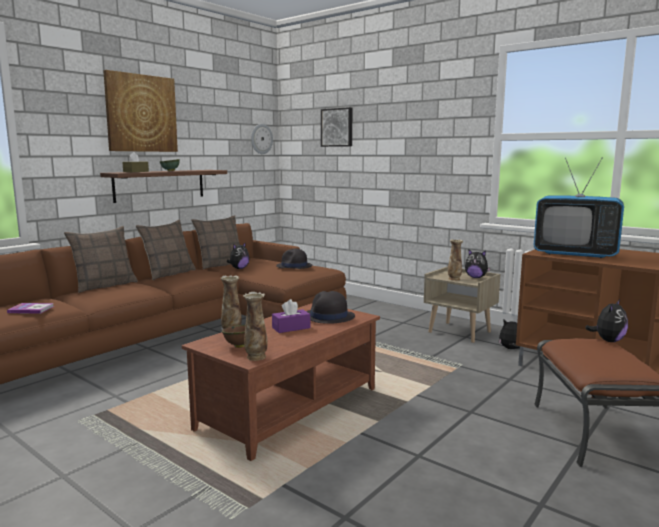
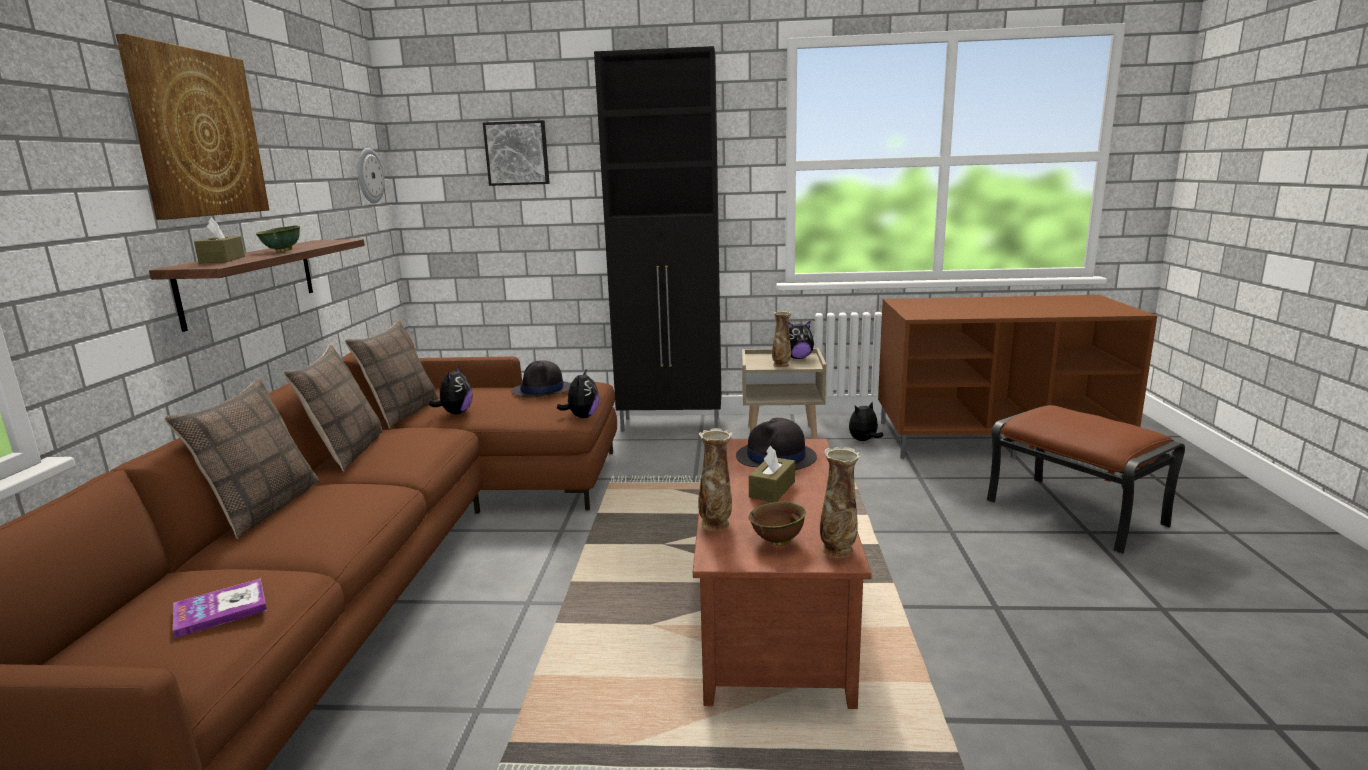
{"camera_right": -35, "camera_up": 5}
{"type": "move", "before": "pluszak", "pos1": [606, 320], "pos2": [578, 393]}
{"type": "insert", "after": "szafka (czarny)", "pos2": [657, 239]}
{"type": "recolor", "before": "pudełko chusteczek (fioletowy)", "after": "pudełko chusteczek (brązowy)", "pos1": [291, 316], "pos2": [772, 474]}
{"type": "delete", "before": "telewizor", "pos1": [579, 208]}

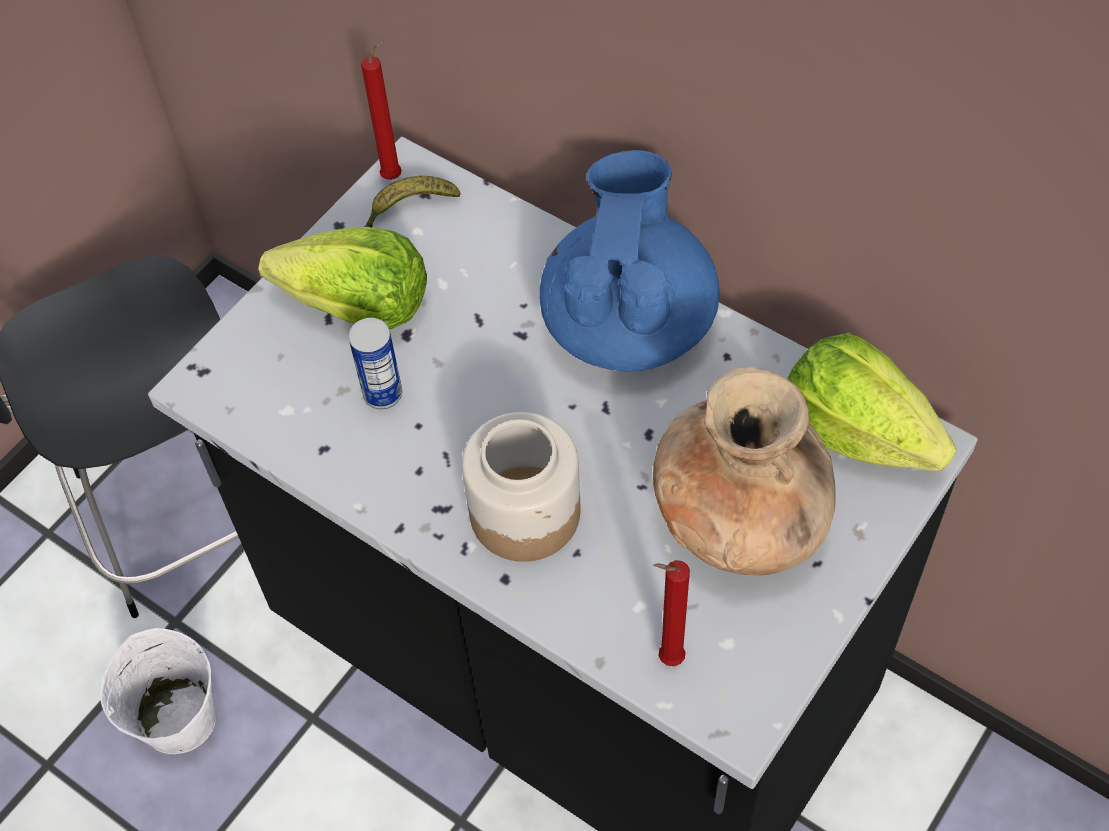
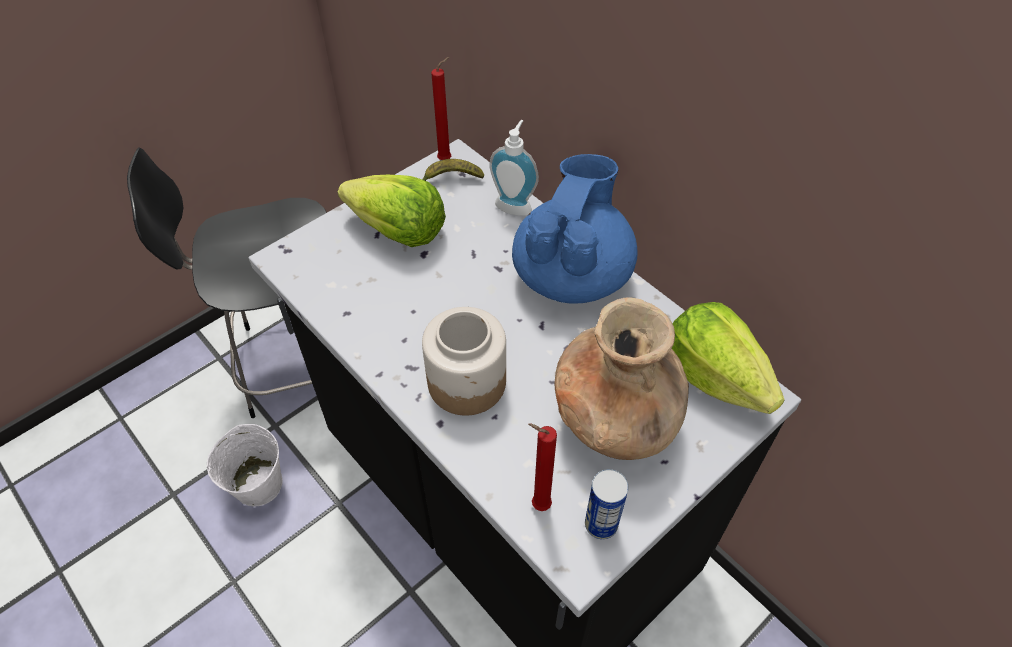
{"camera_right": 10, "camera_up": -5}
{"type": "insert", "after": "dozownik mydła", "pos2": [514, 168]}
{"type": "move", "before": "puszka", "pos1": [375, 363], "pos2": [607, 504]}

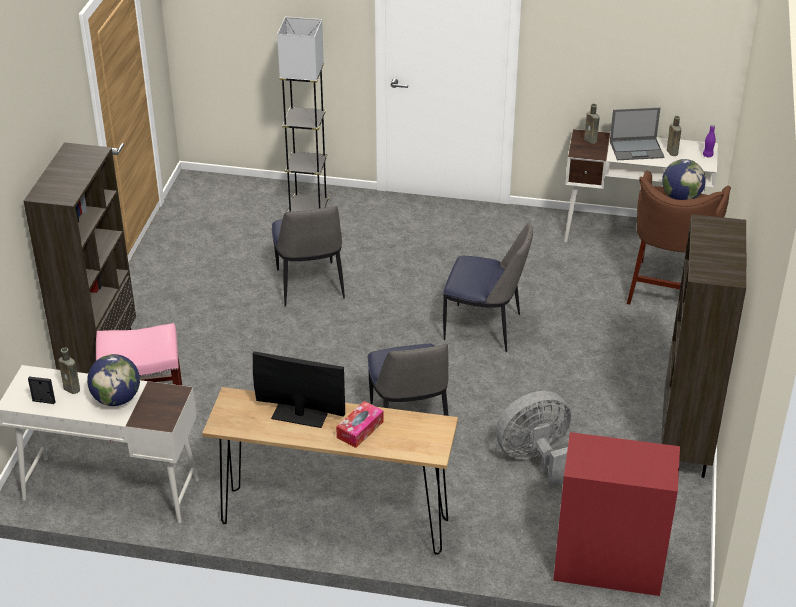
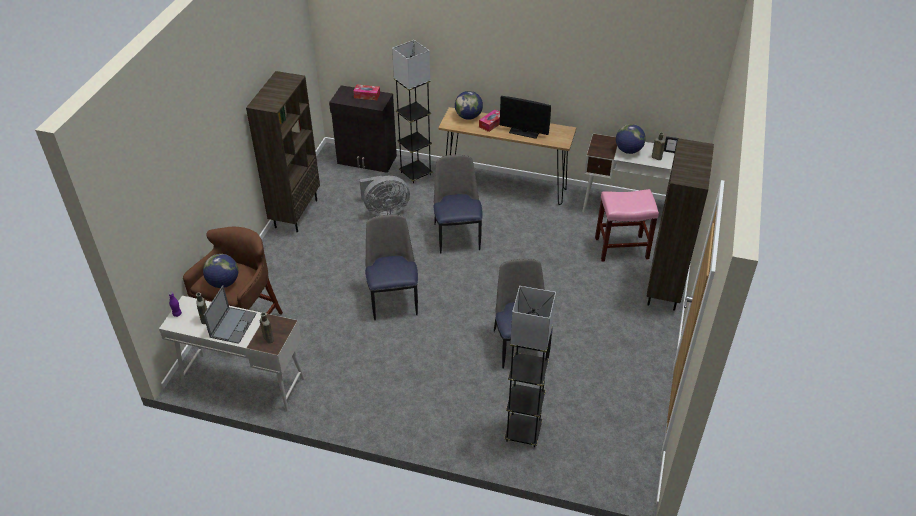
{"camera_right": -175, "camera_up": 5}
{"type": "rotate", "before": "laptop", "pos1": [637, 134], "pos2": [230, 314], "turn": 105}
{"type": "recolor", "before": "szafka (czerwony)", "after": "szafka (czarny)", "pos1": [616, 514], "pos2": [363, 129]}
{"type": "insert", "after": "pudełko chusteczek", "pos2": [366, 92]}
{"type": "rotate", "before": "krzesło", "pos1": [488, 287], "pos2": [391, 267], "turn": 60}
{"type": "insert", "after": "lampa stojąca (szary)", "pos2": [412, 111]}
{"type": "insert", "after": "globus", "pos2": [469, 105]}

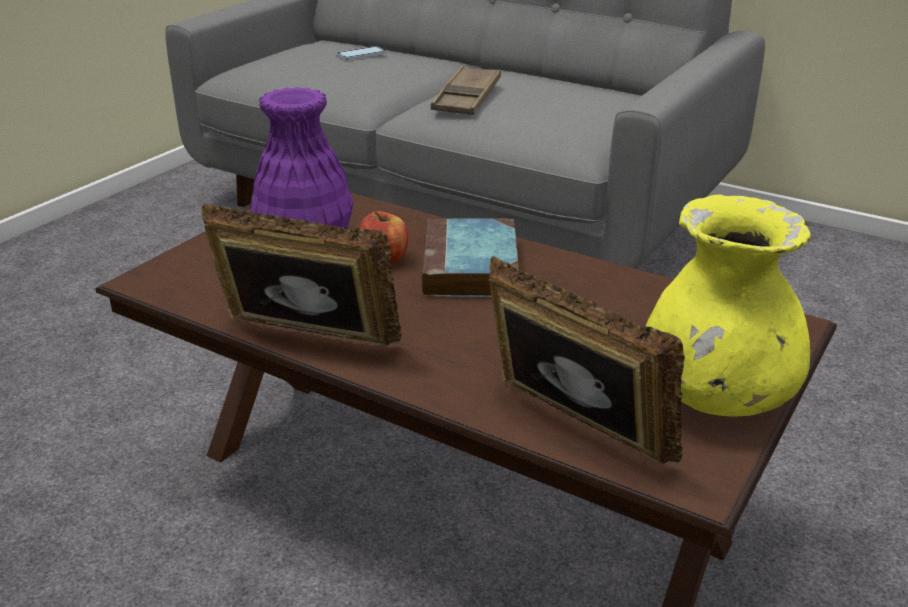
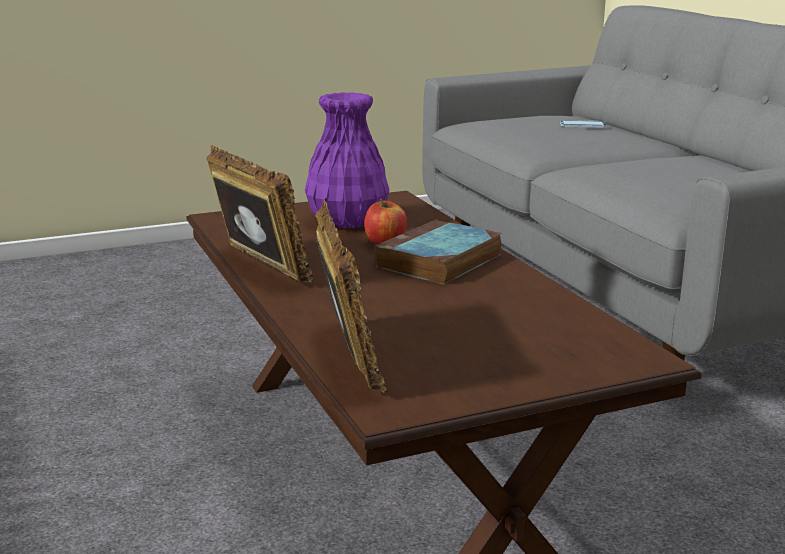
{"camera_right": 35, "camera_up": -10}
{"type": "delete", "before": "taca (brązowy)", "pos1": [466, 90]}
{"type": "delete", "before": "wazon (żółty)", "pos1": [728, 306]}

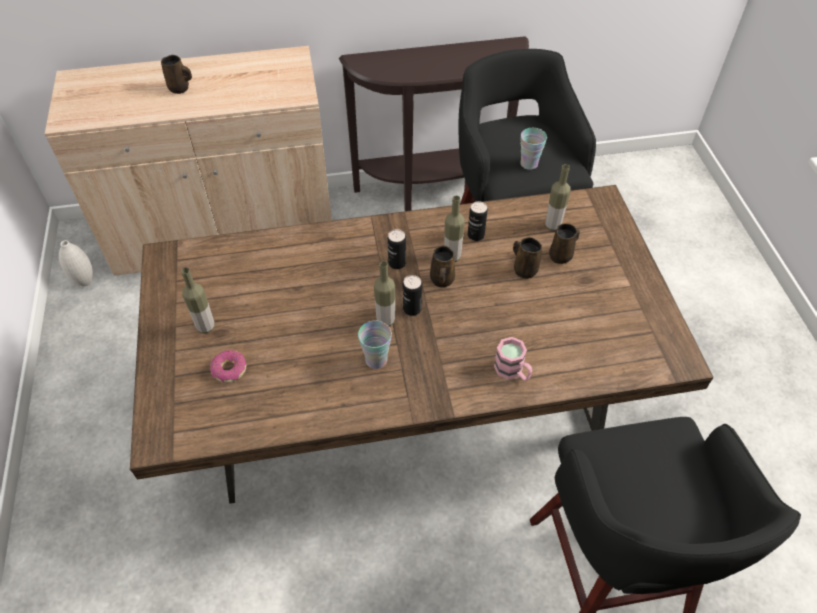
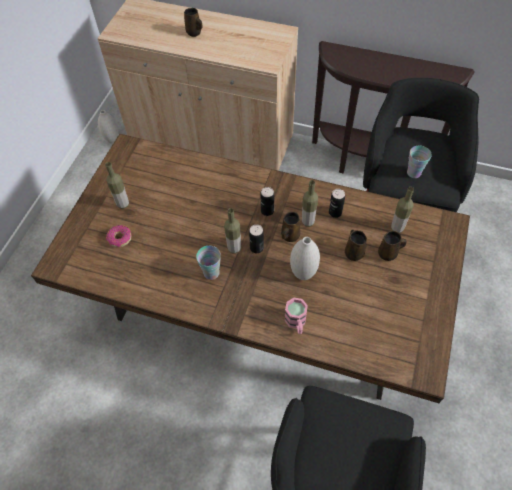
{"camera_right": 30, "camera_up": 5}
{"type": "insert", "after": "wazon (biały)", "pos2": [305, 258]}

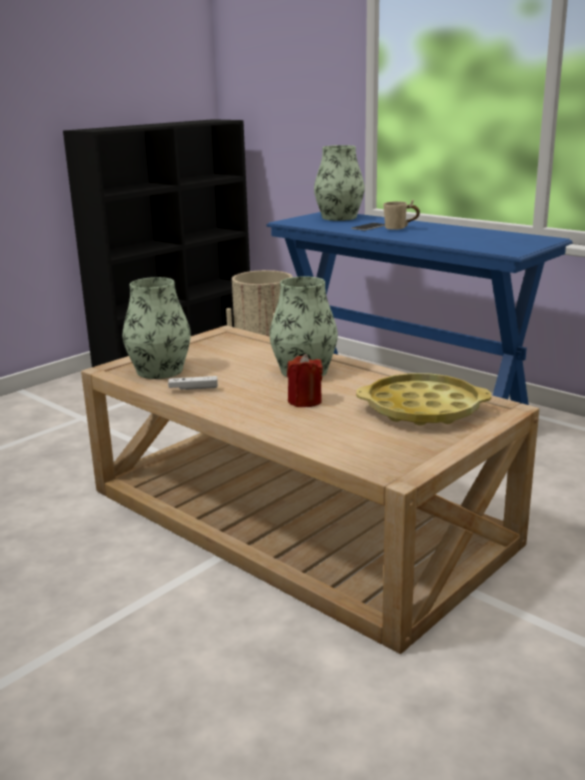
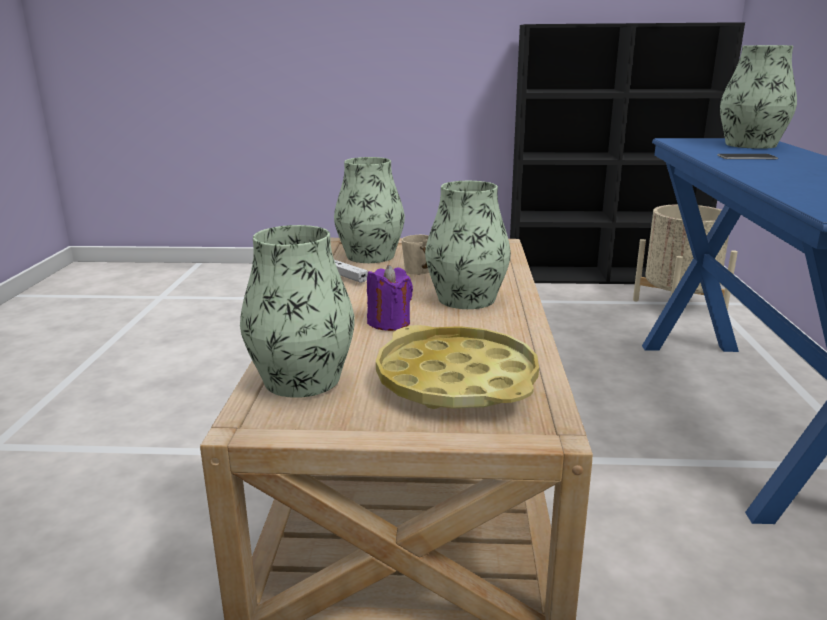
{"camera_right": 50, "camera_up": 0}
{"type": "insert", "after": "wazon", "pos2": [297, 311]}
{"type": "recolor", "before": "świeca (czerwony)", "after": "świeca (fioletowy)", "pos1": [305, 380], "pos2": [390, 298]}
{"type": "move", "before": "kubek (beżowy)", "pos1": [401, 215], "pos2": [415, 255]}

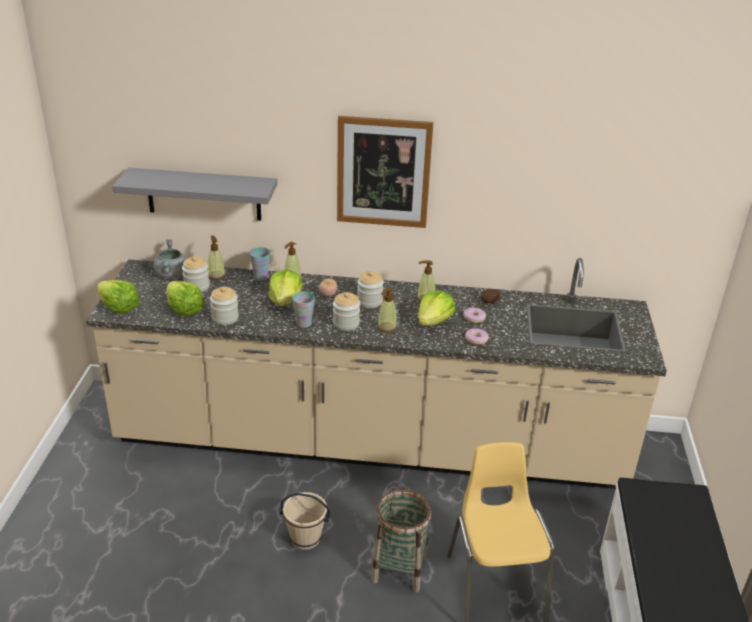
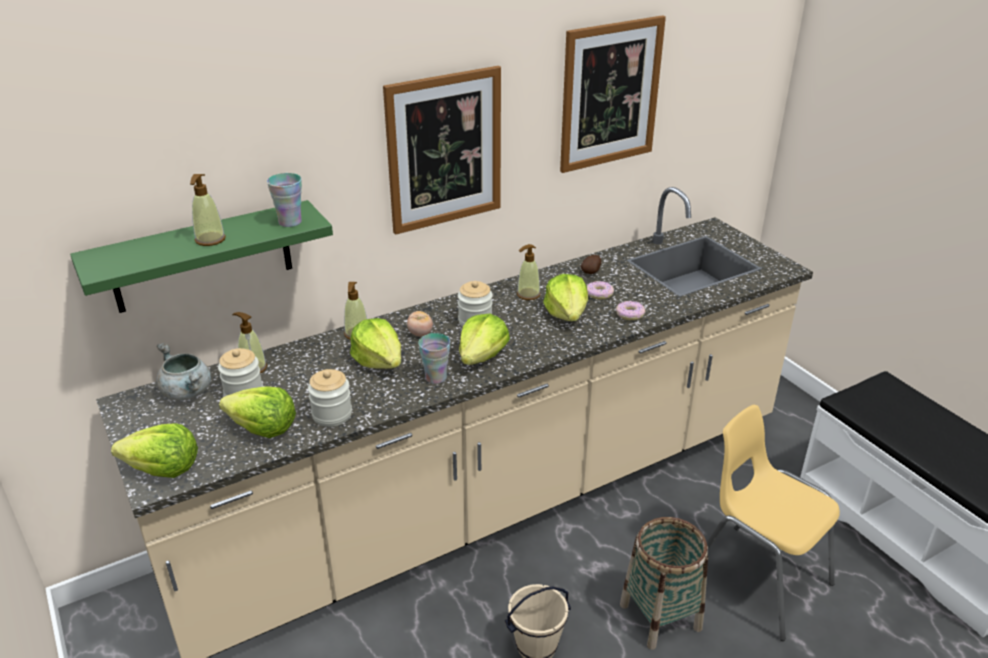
{"camera_right": -35, "camera_up": 0}
{"type": "recolor", "before": "półka (szary)", "after": "półka (zielony)", "pos1": [194, 194], "pos2": [201, 256]}
{"type": "move", "before": "dozownik mydła", "pos1": [387, 310], "pos2": [208, 210]}
{"type": "move", "before": "filiżanka", "pos1": [259, 264], "pos2": [284, 200]}
{"type": "replace", "before": "słoik", "after": "sałata", "pos1": [346, 311], "pos2": [484, 339]}
{"type": "insert", "after": "obraz", "pos2": [613, 94]}

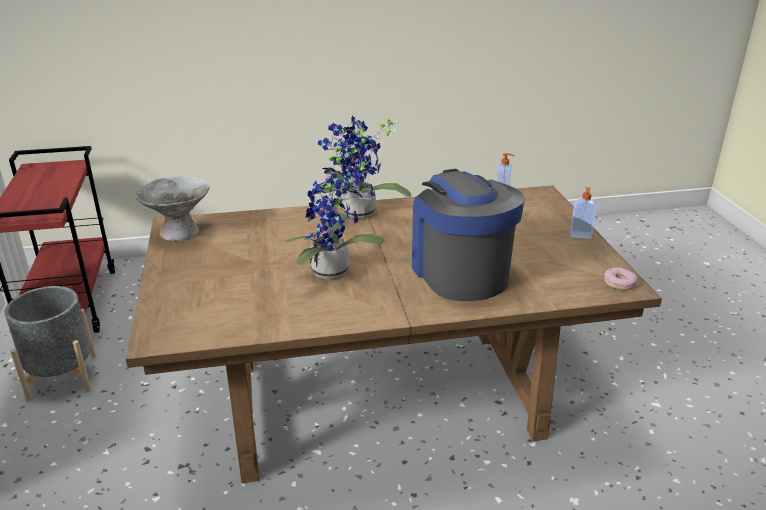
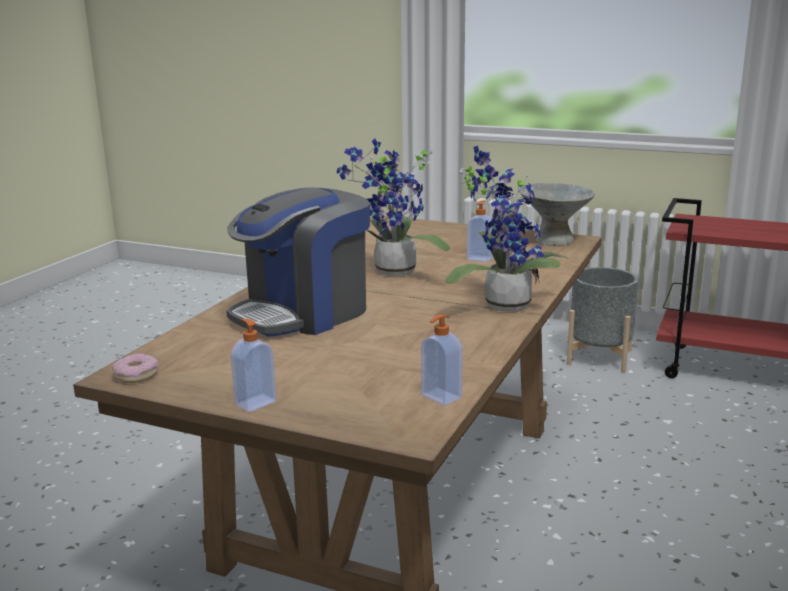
{"camera_right": 125, "camera_up": -10}
{"type": "rotate", "before": "ekspres do kawy", "pos1": [468, 235], "pos2": [298, 262], "turn": 120}
{"type": "insert", "after": "dozownik mydła", "pos2": [480, 231]}

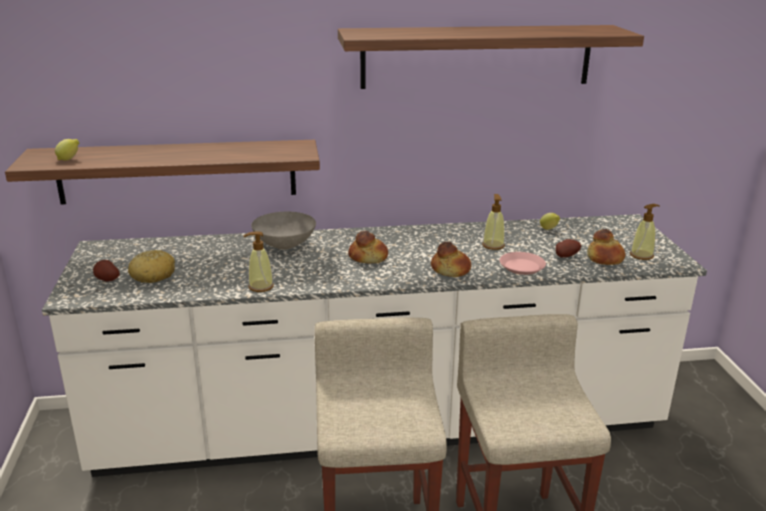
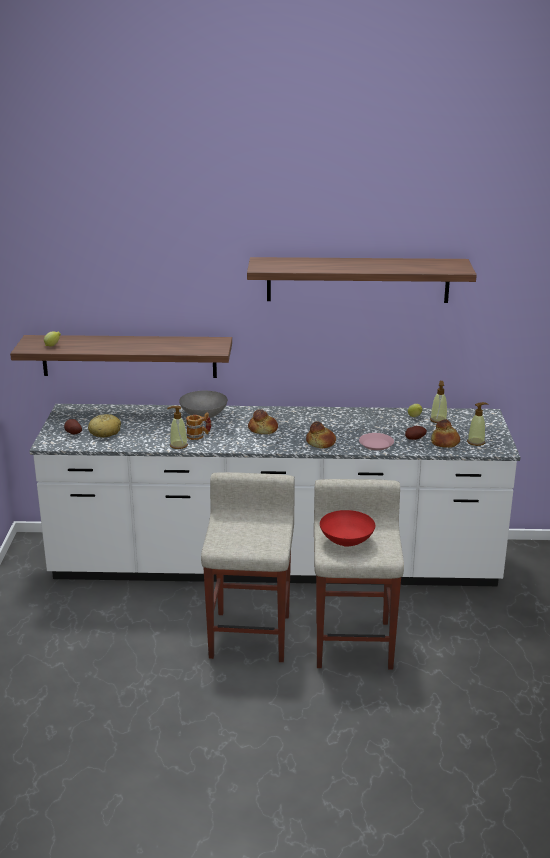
{"camera_right": 10, "camera_up": 0}
{"type": "insert", "after": "kubek", "pos2": [198, 426]}
{"type": "insert", "after": "miska (czerwony)", "pos2": [347, 528]}
{"type": "move", "before": "dozownik mydła", "pos1": [493, 222], "pos2": [438, 402]}

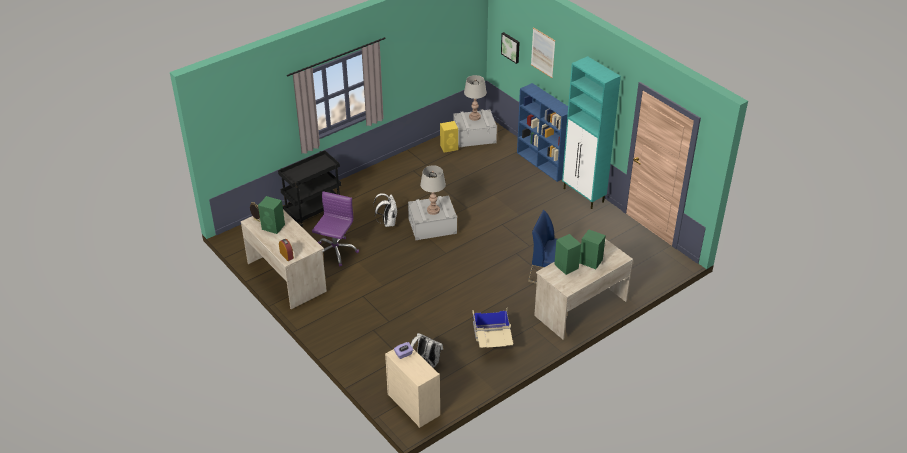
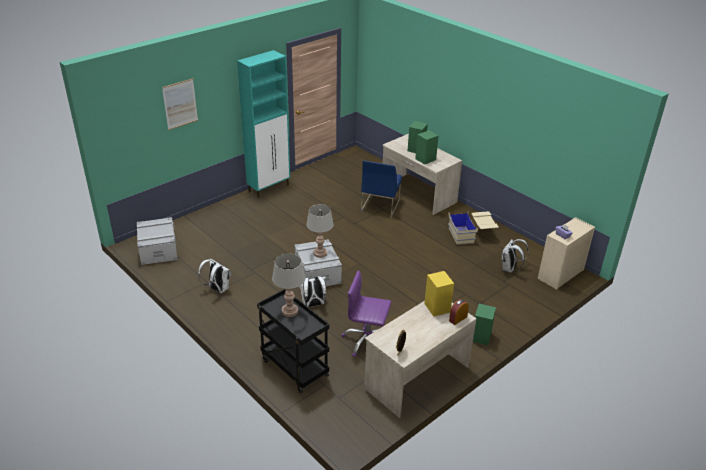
{"camera_right": -95, "camera_up": -5}
{"type": "insert", "after": "plecak (biały)", "pos2": [214, 276]}
{"type": "move", "before": "lampa stołowa (szary)", "pos1": [475, 98], "pos2": [288, 285]}
{"type": "move", "before": "głośnik (żółty)", "pos1": [449, 137], "pos2": [439, 294]}
{"type": "move", "before": "głośnik (zielony)", "pos1": [271, 215], "pos2": [484, 324]}
{"type": "delete", "before": "obraz", "pos1": [510, 48]}
{"type": "delete", "before": "regał (niebieski)", "pos1": [542, 132]}

